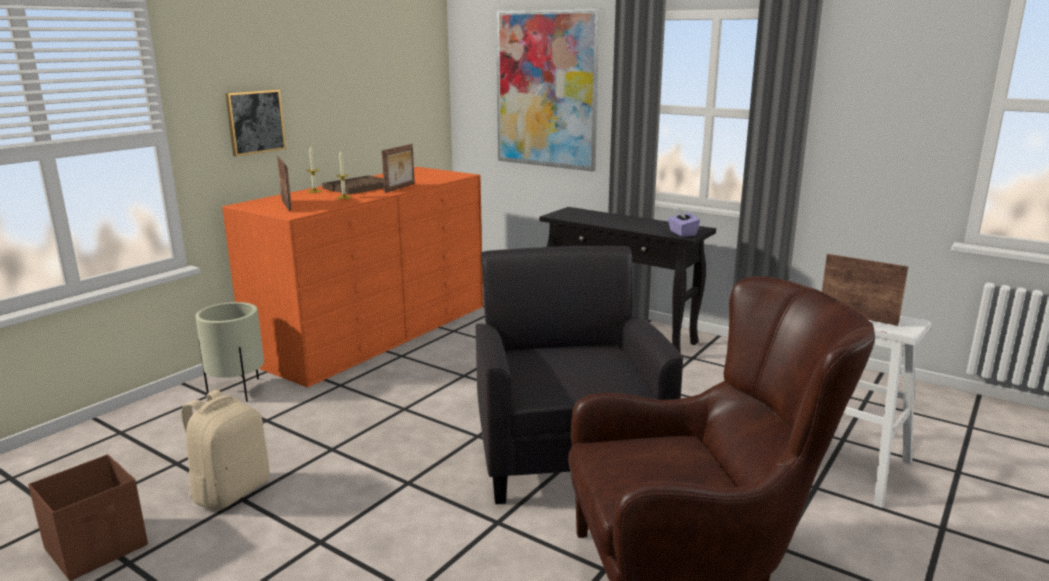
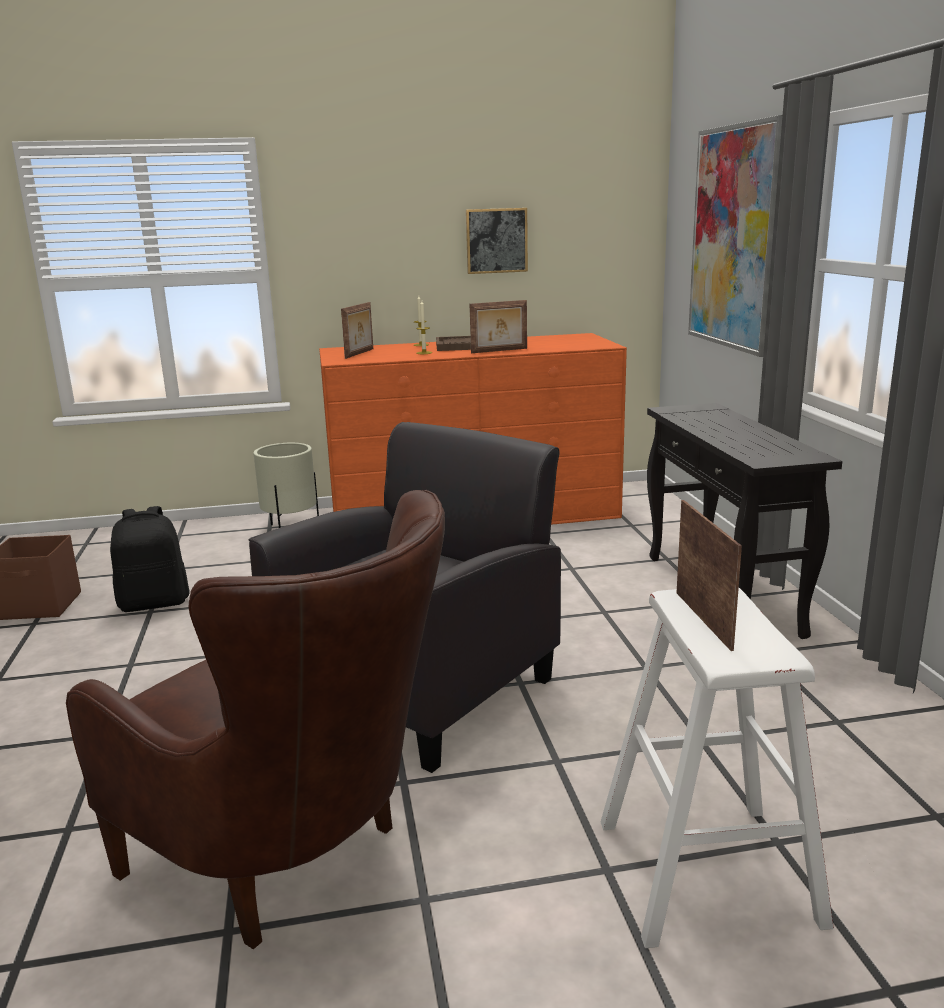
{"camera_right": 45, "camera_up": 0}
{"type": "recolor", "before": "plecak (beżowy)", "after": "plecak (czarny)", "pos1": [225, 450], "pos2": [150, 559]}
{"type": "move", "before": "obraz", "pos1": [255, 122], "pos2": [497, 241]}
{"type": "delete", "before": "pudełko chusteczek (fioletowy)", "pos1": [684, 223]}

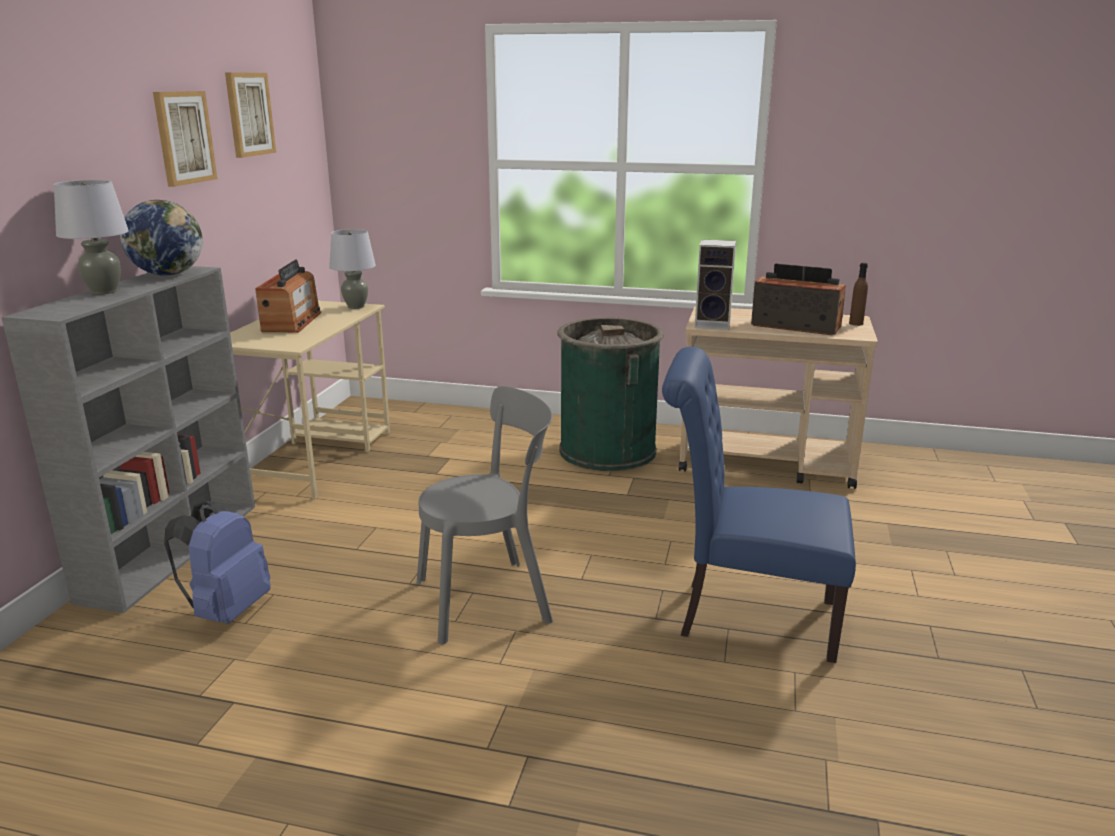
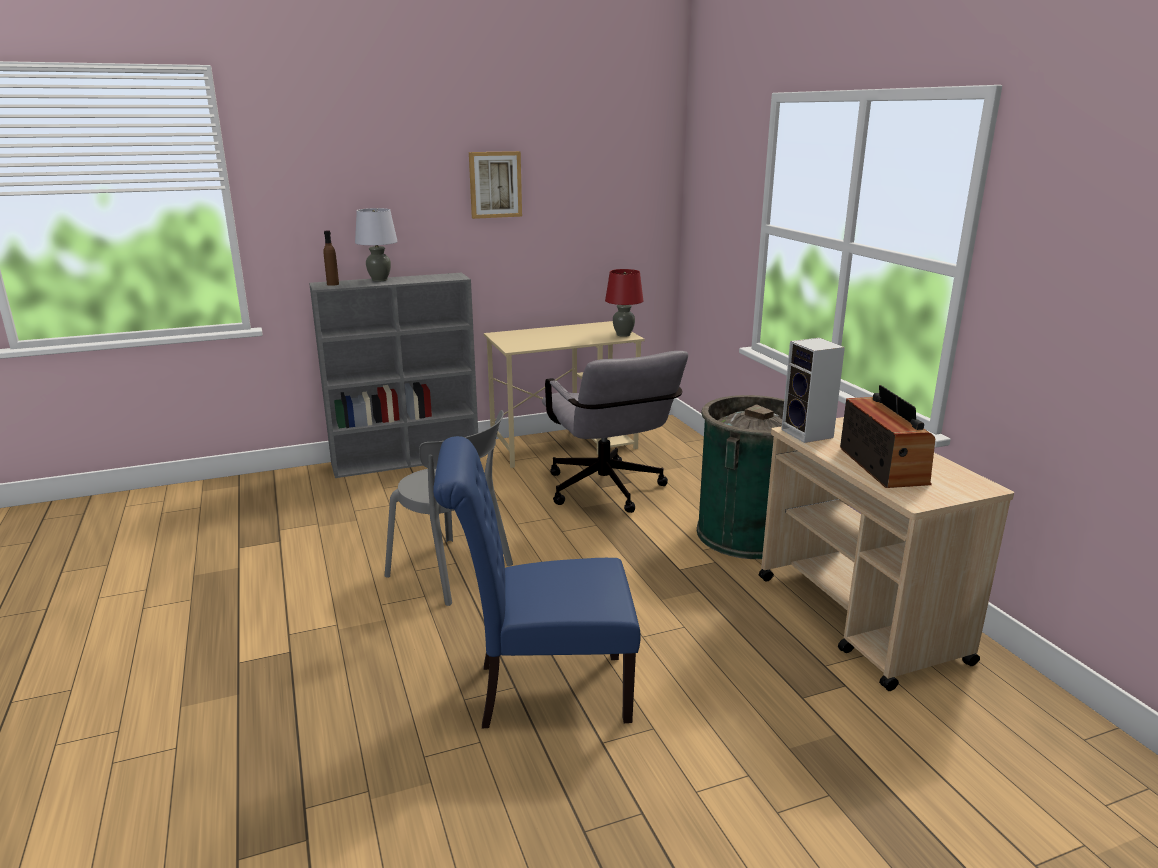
{"camera_right": 55, "camera_up": 0}
{"type": "move", "before": "butelka (brązowy)", "pos1": [858, 294], "pos2": [331, 258]}
{"type": "rotate", "before": "krzesło (niebieski)", "pos1": [759, 505], "pos2": [537, 582], "turn": -75}
{"type": "insert", "after": "krzesło biurowe (szary)", "pos2": [615, 432]}
{"type": "recolor", "before": "lampa stołowa (szary)", "after": "lampa stołowa (czerwony)", "pos1": [352, 269], "pos2": [624, 303]}
{"type": "delete", "before": "globus", "pos1": [161, 238]}
{"type": "delete", "before": "plecak (niebieski)", "pos1": [217, 562]}
{"type": "delete", "before": "obraz", "pos1": [250, 115]}
{"type": "delete", "before": "radio", "pos1": [288, 295]}

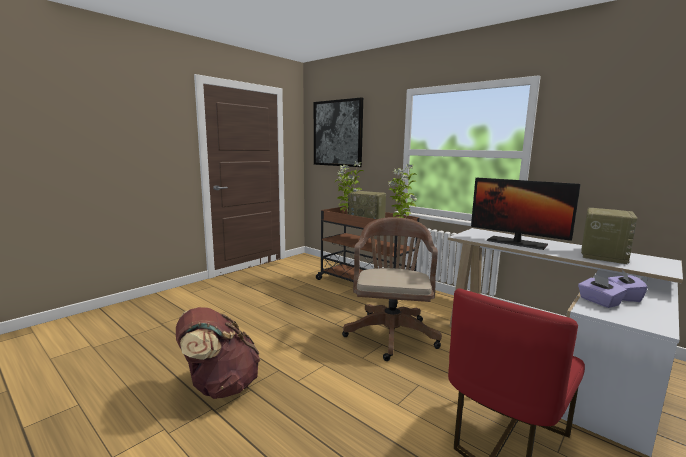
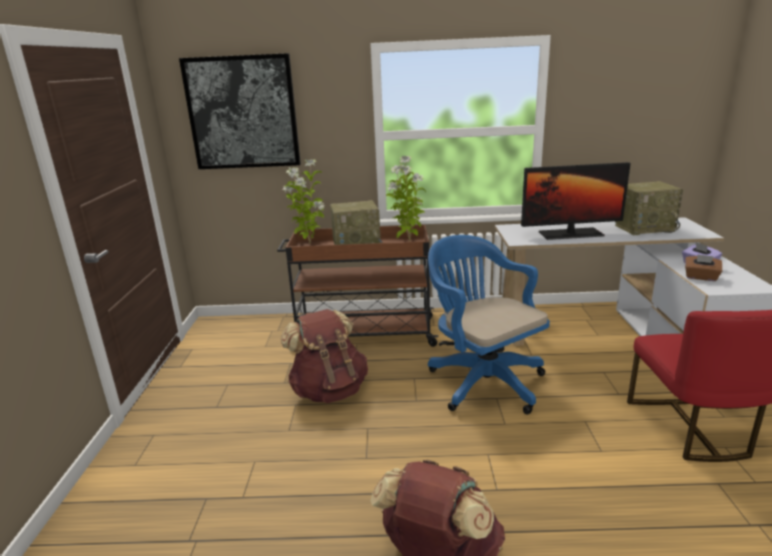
{"camera_right": -40, "camera_up": 10}
{"type": "insert", "after": "plecak (brązowy)", "pos2": [324, 356]}
{"type": "recolor", "before": "krzesło biurowe (brązowy)", "after": "krzesło biurowe (niebieski)", "pos1": [392, 289], "pos2": [489, 324]}
{"type": "rotate", "before": "radio", "pos1": [609, 236], "pos2": [649, 208], "turn": 90}
{"type": "recolor", "before": "pudełko chusteczek (fioletowy)", "after": "pudełko chusteczek (brązowy)", "pos1": [602, 291], "pos2": [703, 267]}

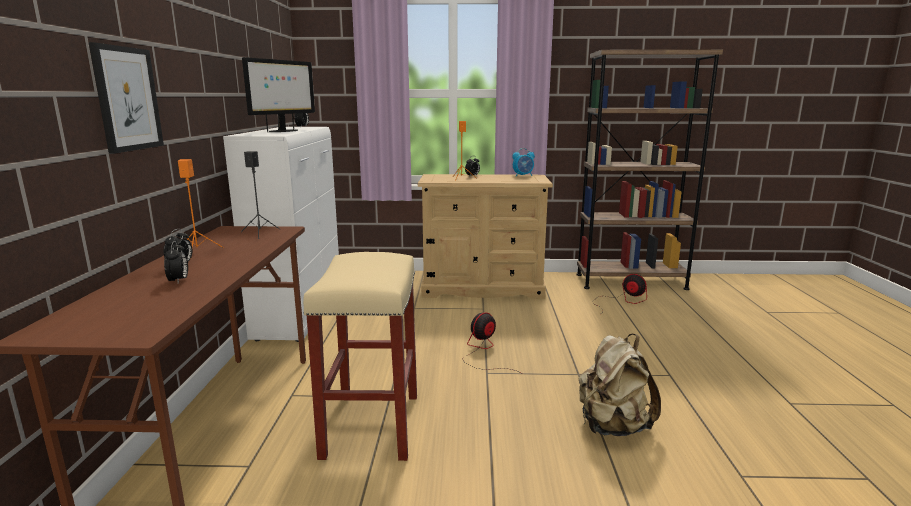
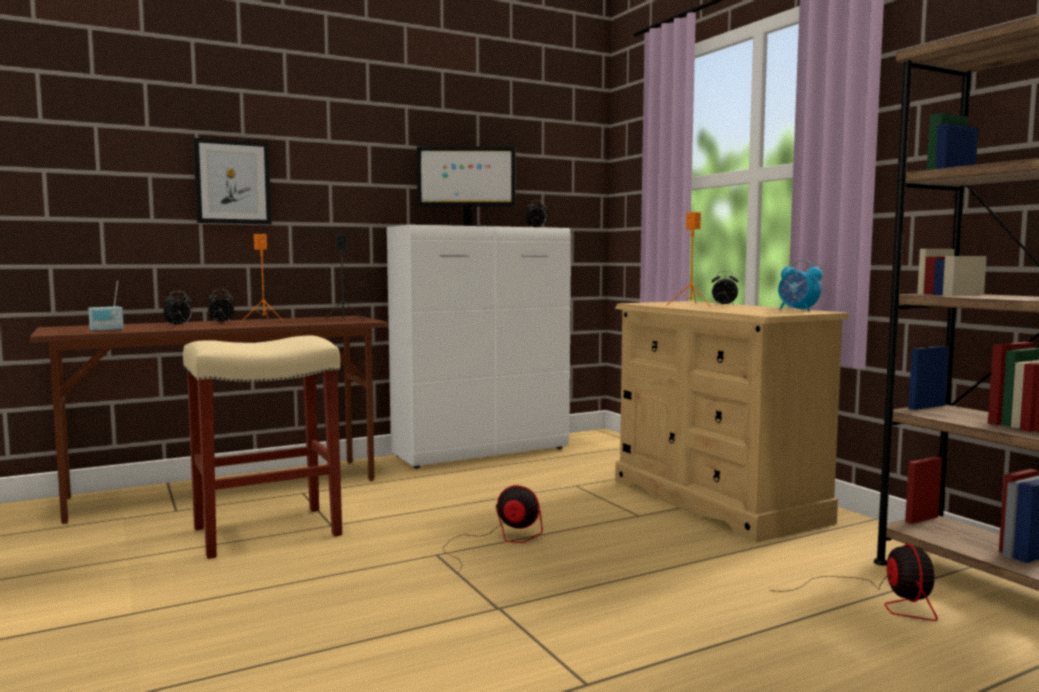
{"camera_right": 60, "camera_up": -10}
{"type": "insert", "after": "radio", "pos2": [106, 306]}
{"type": "delete", "before": "plecak (beżowy)", "pos1": [619, 385]}

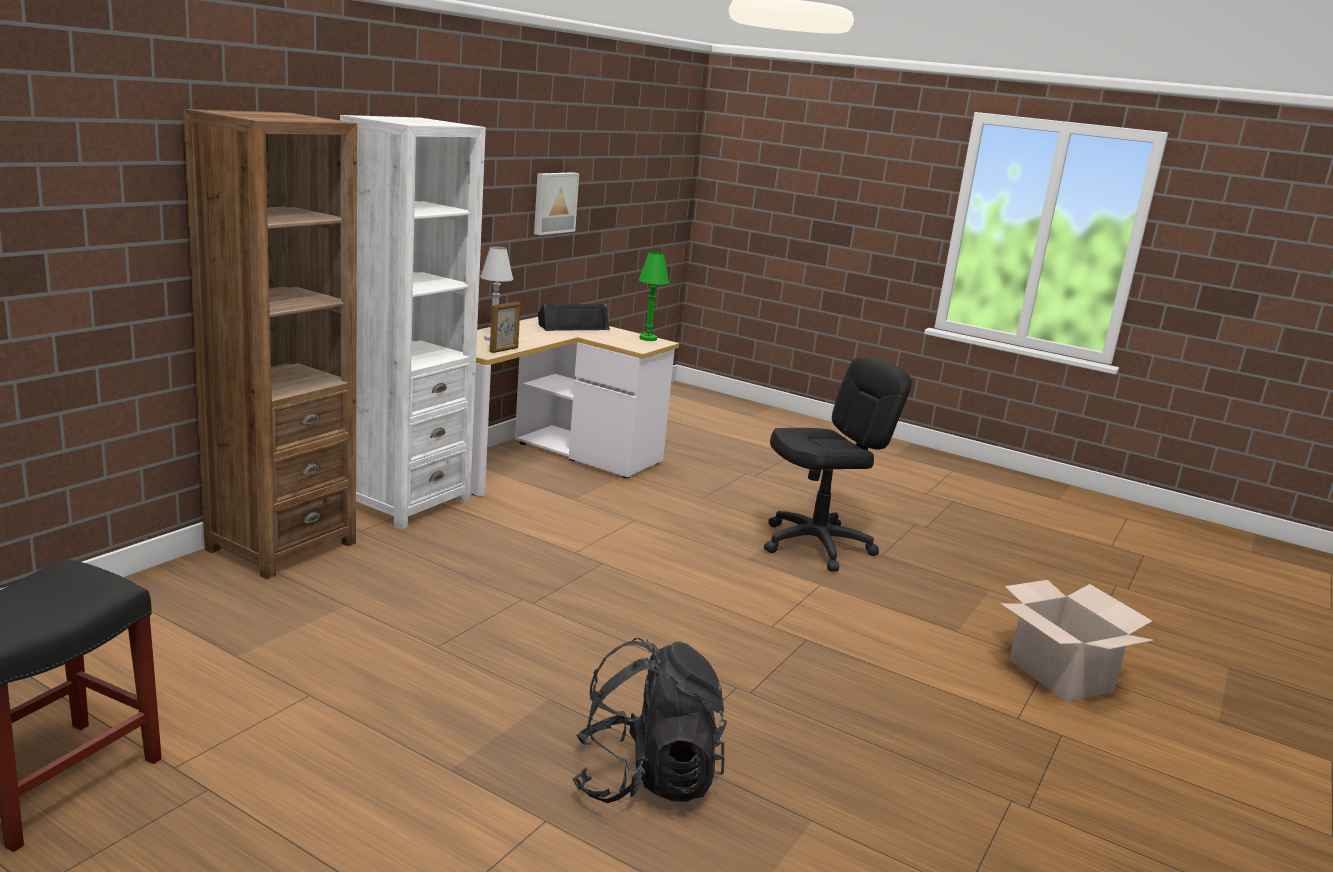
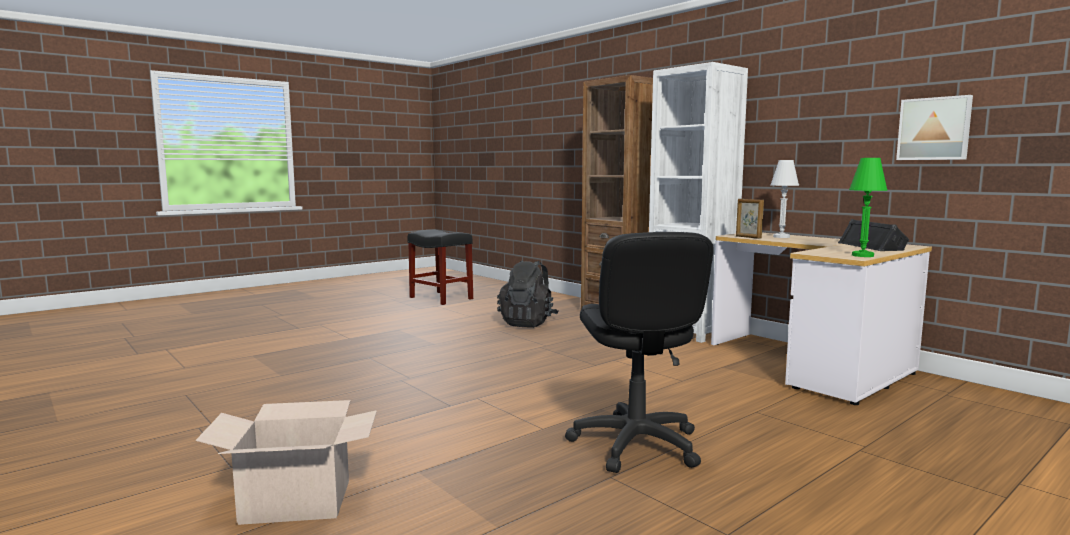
{"camera_right": 110, "camera_up": -10}
{"type": "move", "before": "plecak (czarny)", "pos1": [650, 720], "pos2": [528, 294]}

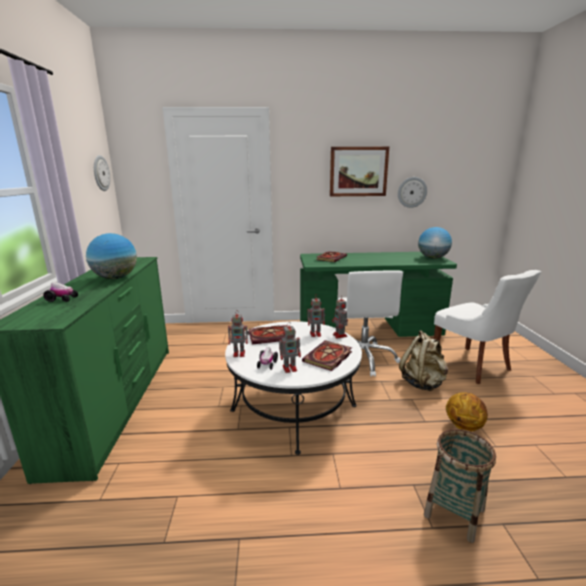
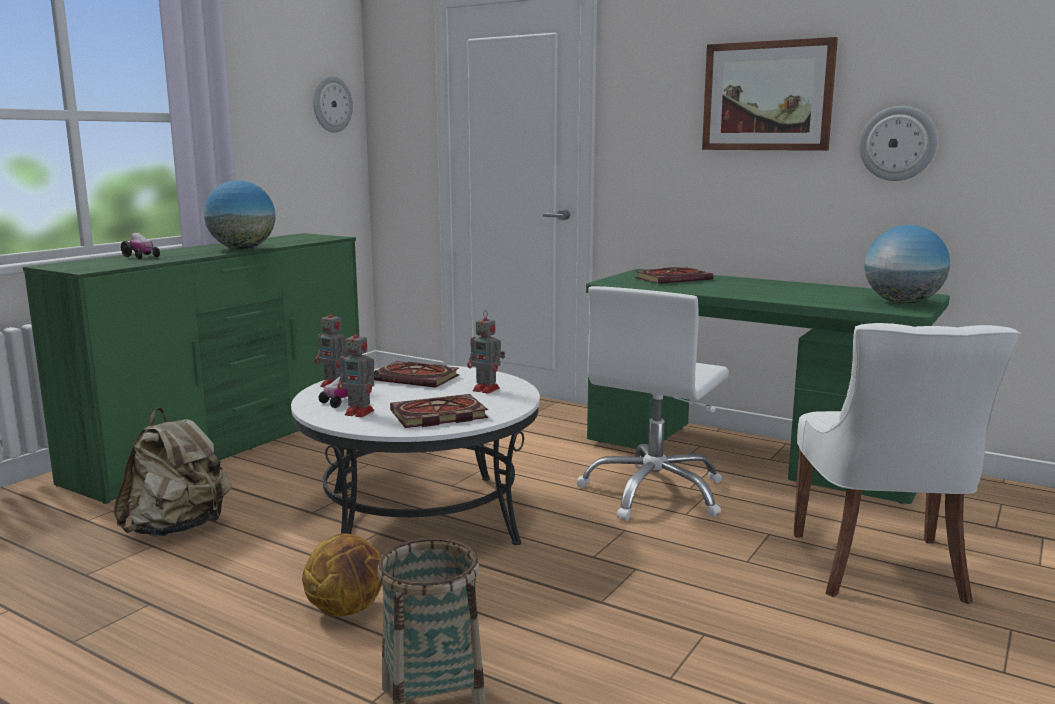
{"camera_right": 35, "camera_up": -5}
{"type": "move", "before": "plecak (beżowy)", "pos1": [423, 360], "pos2": [173, 472]}
{"type": "move", "before": "piłka do koszykówki", "pos1": [467, 412], "pos2": [342, 575]}
{"type": "delete", "before": "robot zabawkowy", "pos1": [340, 318]}

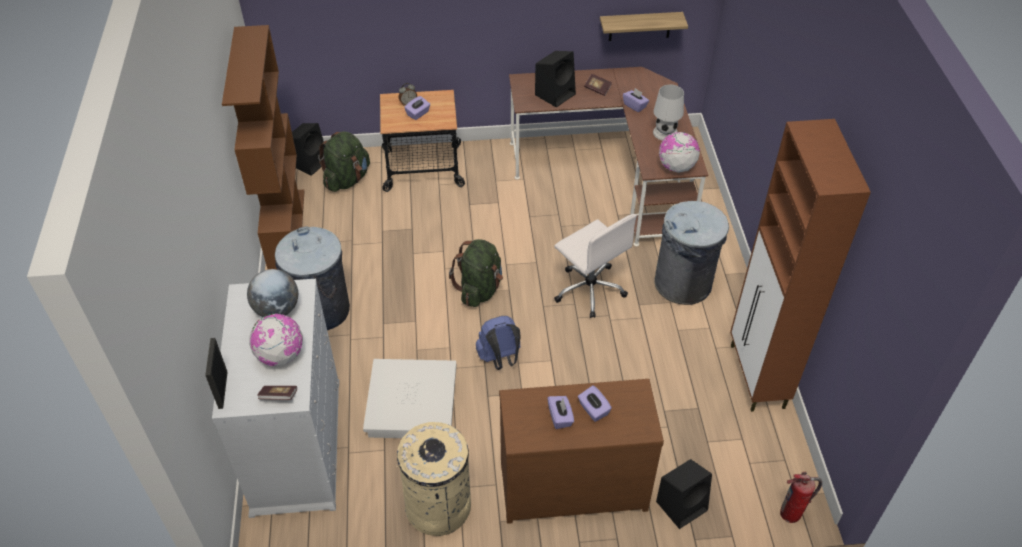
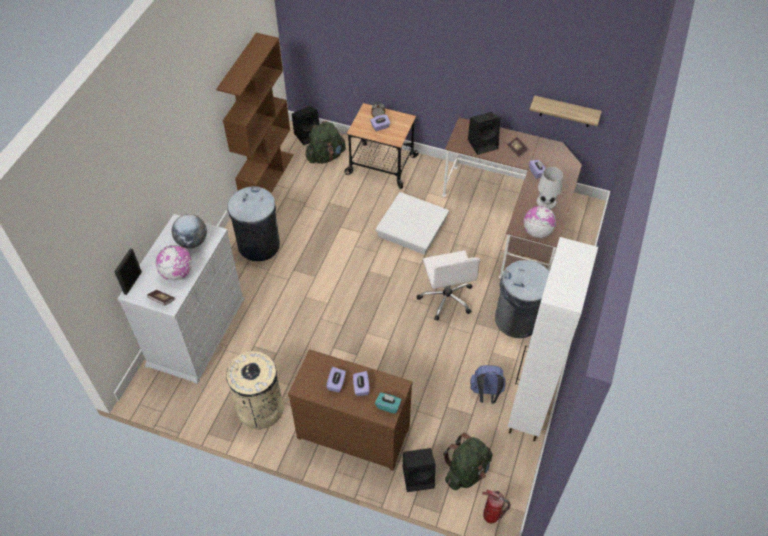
{"camera_right": 25, "camera_up": 5}
{"type": "move", "before": "pojemnik do przechowywania (biały)", "pos1": [409, 398], "pos2": [412, 223]}
{"type": "insert", "after": "pudełko chusteczek (turkusowy)", "pos2": [388, 403]}
{"type": "move", "before": "plecak (zielony)", "pos1": [476, 273], "pos2": [467, 461]}
{"type": "move", "before": "plecak (niebieski)", "pos1": [498, 343], "pos2": [488, 384]}
{"type": "recolor", "before": "szafka (brązowy)", "after": "szafka (biały)", "pos1": [800, 265], "pos2": [553, 339]}

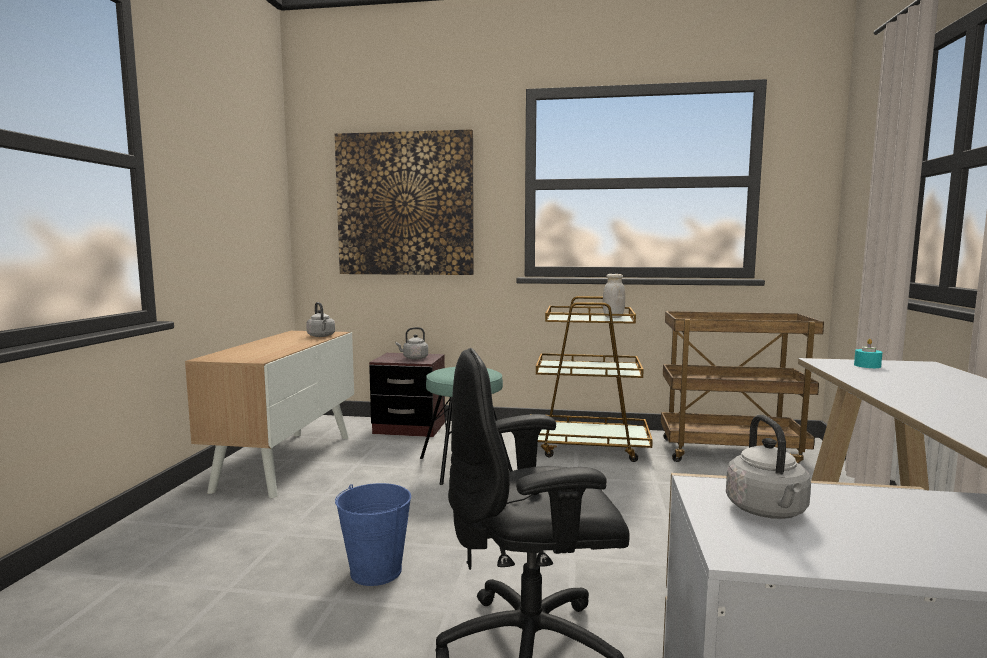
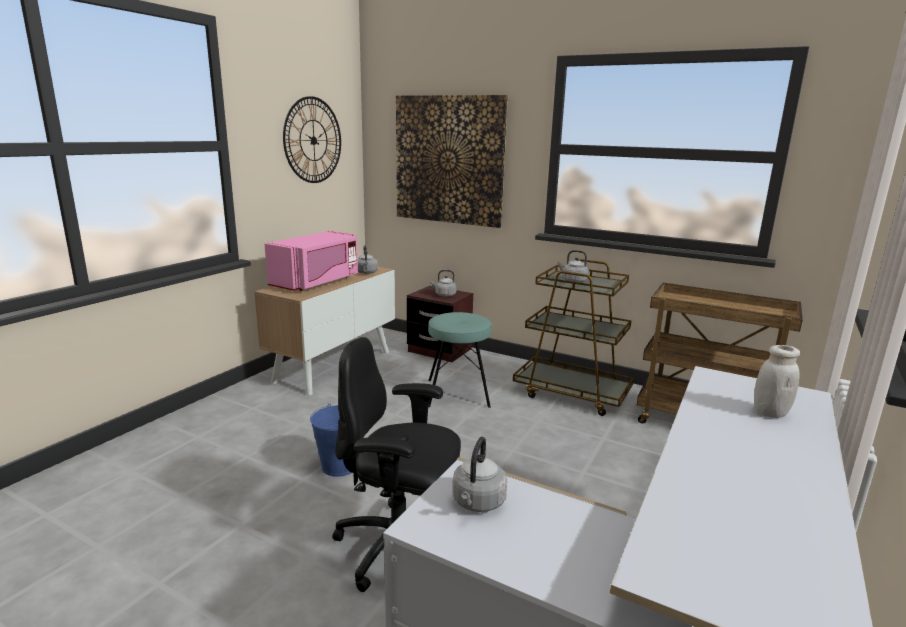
{"camera_right": 20, "camera_up": 10}
{"type": "insert", "after": "mikrofalówka (różowy)", "pos2": [311, 261]}
{"type": "insert", "after": "zegar ścienny", "pos2": [312, 139]}
{"type": "insert", "after": "czajnik (szary)", "pos2": [573, 266]}
{"type": "move", "before": "słoik (biały)", "pos1": [614, 296], "pos2": [777, 381]}
{"type": "delete", "before": "świeca (turkusowy)", "pos1": [868, 353]}

